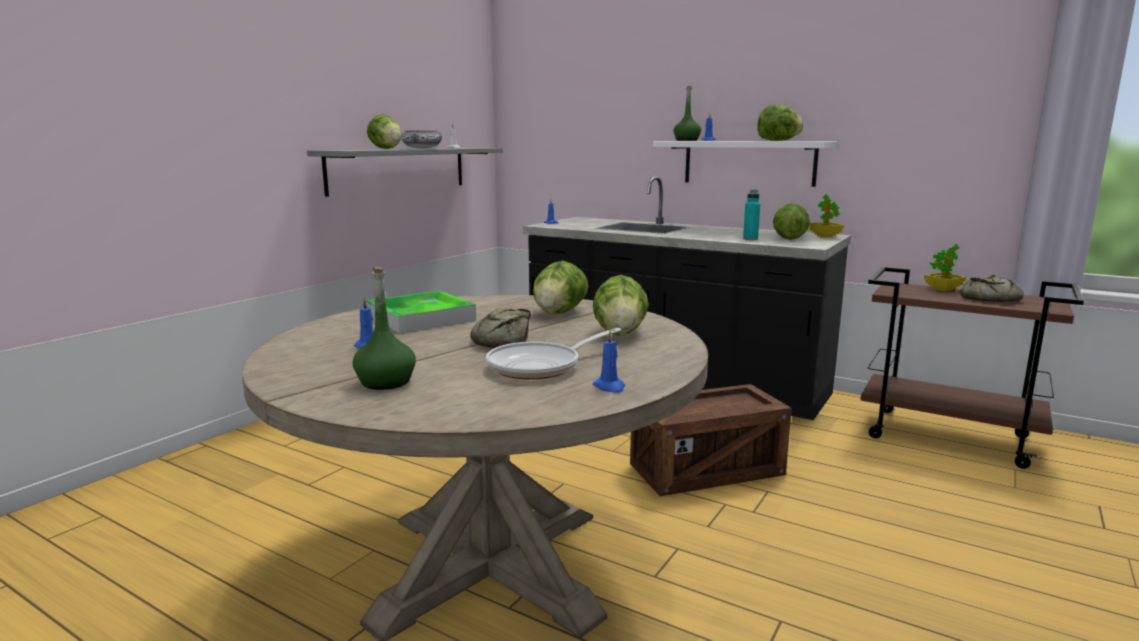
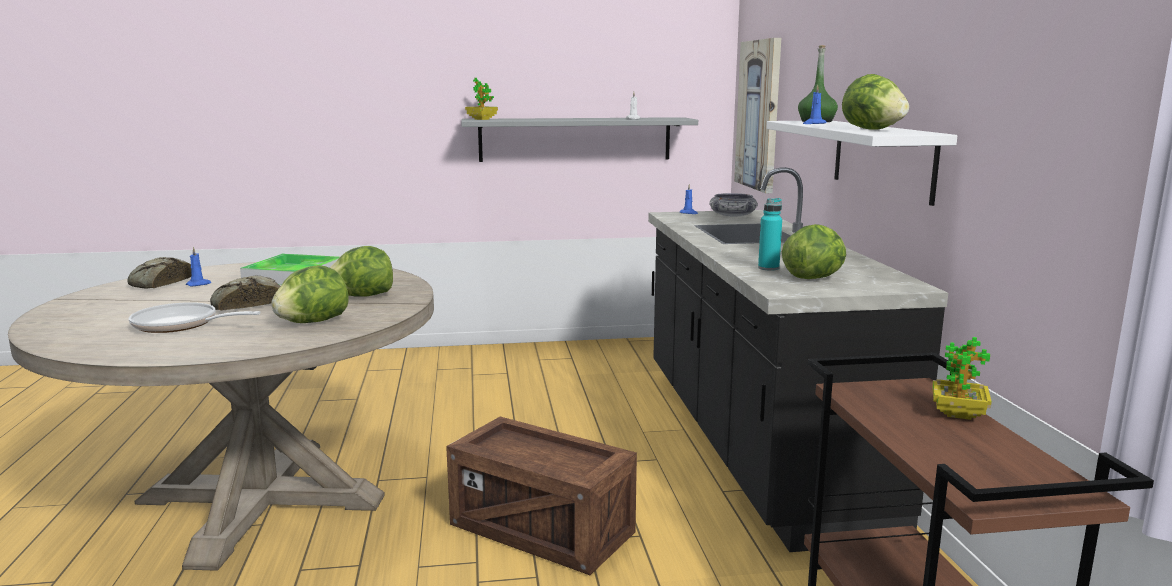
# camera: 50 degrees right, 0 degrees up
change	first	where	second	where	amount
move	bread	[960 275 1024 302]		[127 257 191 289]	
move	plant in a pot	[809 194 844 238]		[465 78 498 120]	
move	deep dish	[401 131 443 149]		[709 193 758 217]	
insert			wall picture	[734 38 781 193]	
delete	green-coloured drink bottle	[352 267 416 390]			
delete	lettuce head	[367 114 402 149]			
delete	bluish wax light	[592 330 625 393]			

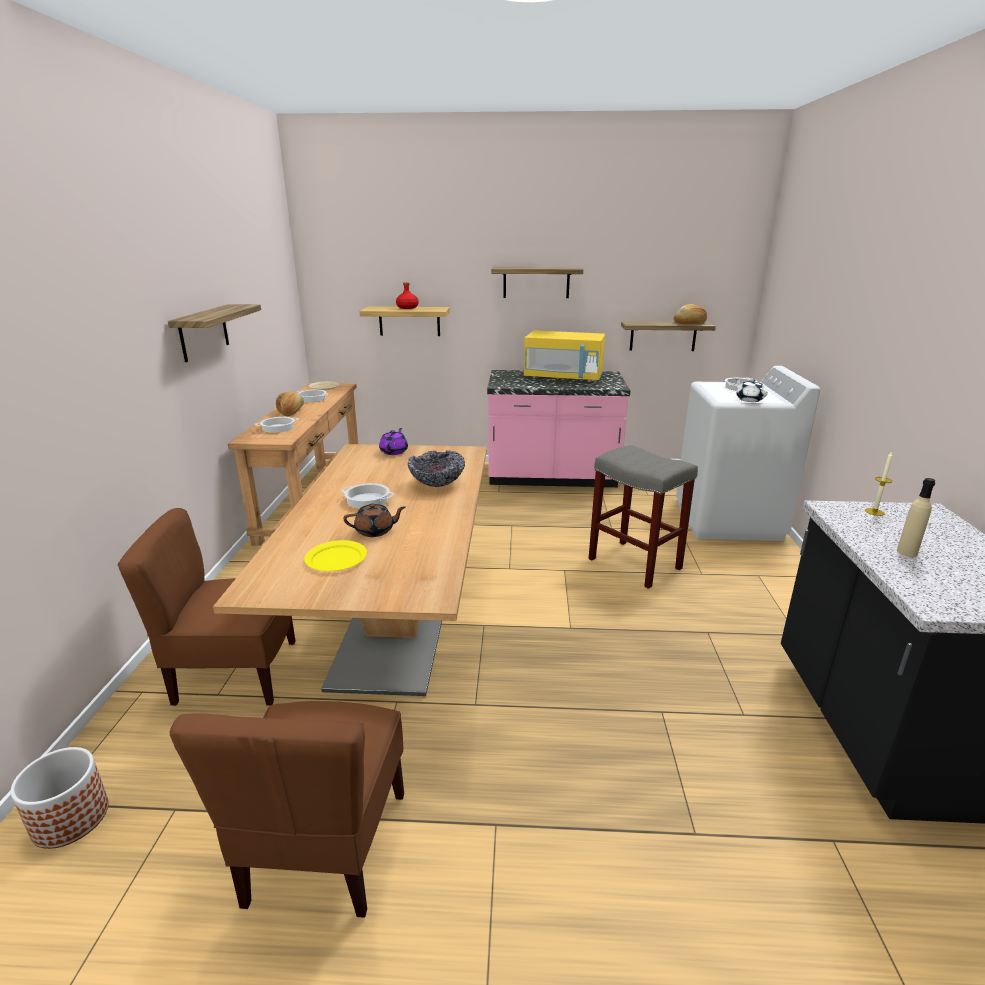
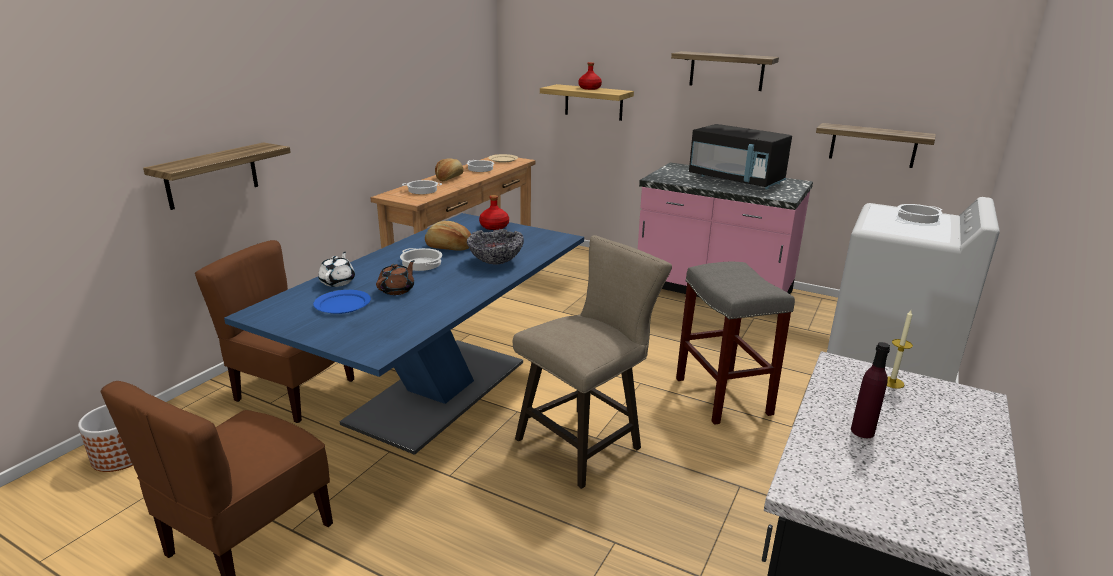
# camera: 25 degrees right, 0 degrees up
change	first	where	second	where	amount
move	wall shelf	[168 304 261 362]		[143 142 291 210]	
recolor	sand-coloured dining table	[213 444 487 696]	bluish dining table	[224 213 584 455]	
recolor	yellowish plate	[304 540 367 571]	bluish plate	[313 290 371 314]	
move	whitish pot for tea	[736 379 768 402]		[318 252 355 287]	
rotate	brownish pot for tea	[343 503 406 537]		[376 260 415 295]	75 degrees counterclockwise
move	bread	[674 304 707 324]		[425 221 472 250]	
replace	purple-coloured pot for tea	[379 428 408 455]	red-coloured drink bottle	[479 195 509 230]	
insert			sand-coloured stool seat	[513 235 672 489]	
recolor	yellowish microwave	[524 330 605 382]	black-coloured microwave	[689 124 792 189]	
recolor	sand-coloured drink bottle	[897 478 935 557]	purple-coloured drink bottle	[851 342 890 438]	

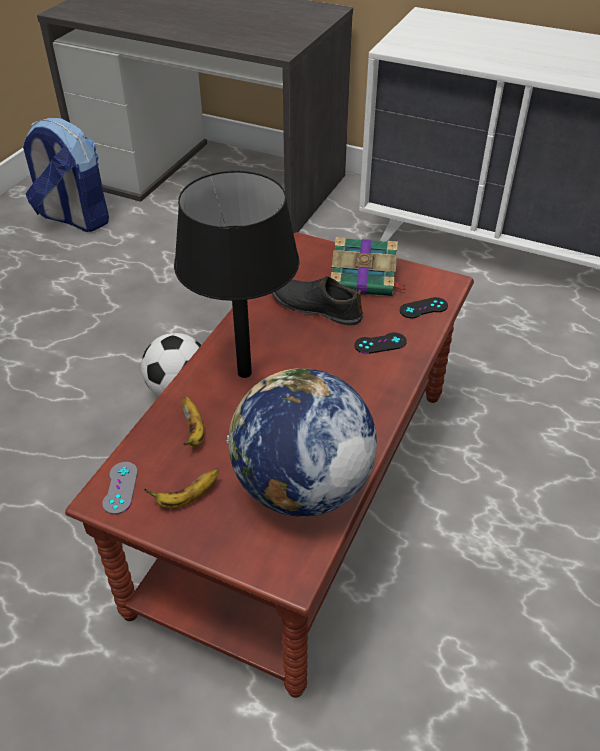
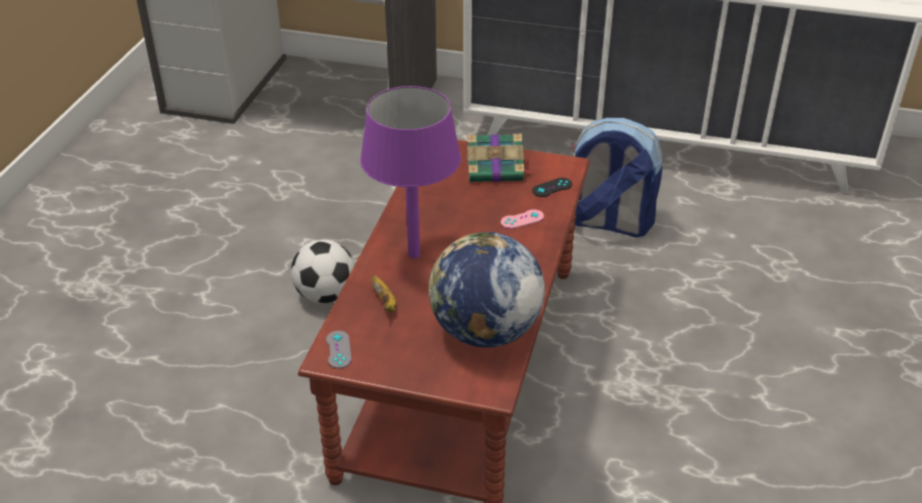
# camera: 10 degrees left, 5 degrees down
change	first	where	second	where	amount
recolor	black-coloured lamp for a table	[174 171 300 378]	purple-coloured lamp for a table	[360 86 461 258]	
recolor	black-coloured game controller	[354 333 407 354]	pink-coloured game controller	[501 209 544 229]	
move	knapsack	[23 118 109 232]		[571 118 662 237]	
delete	whole banana	[144 468 219 508]			
delete	black-coloured item of footwear	[272 276 363 325]			

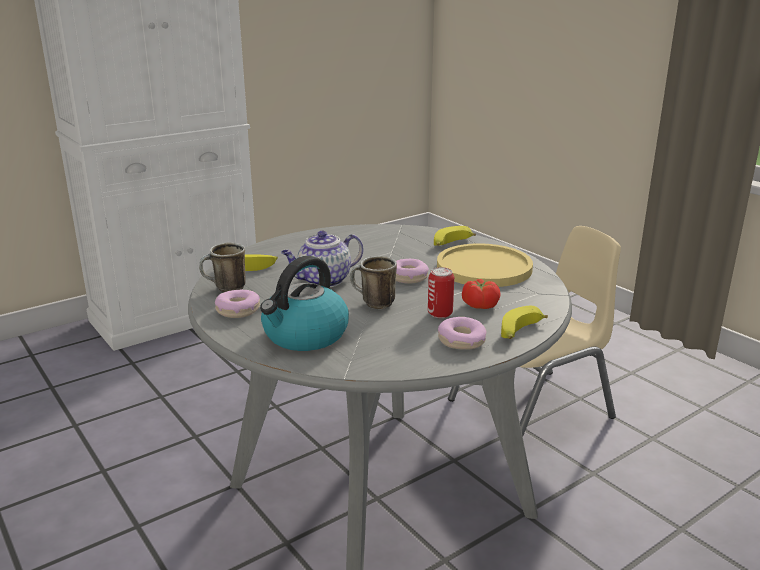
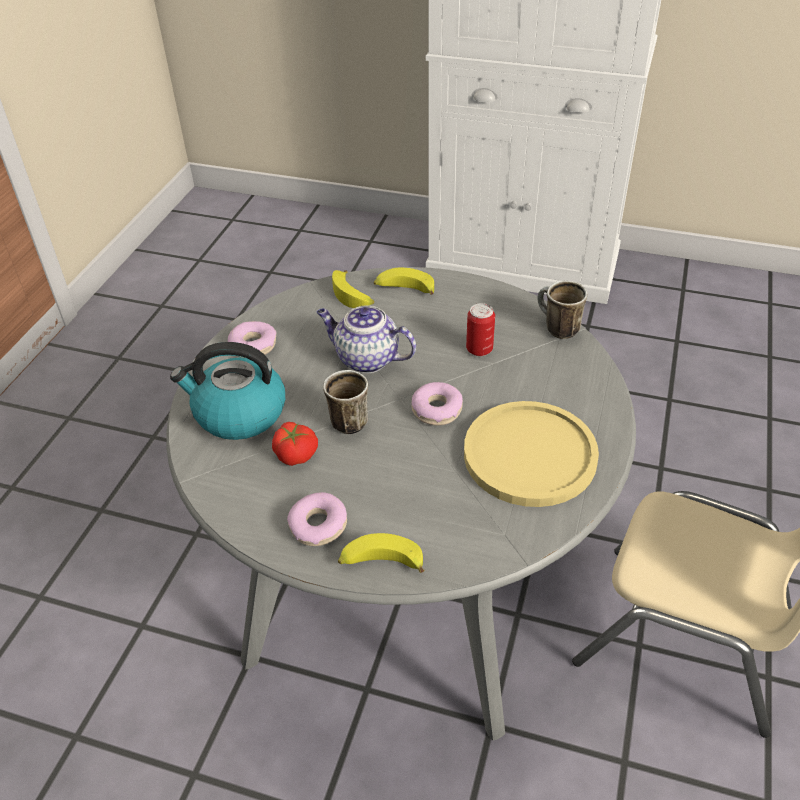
# camera: 55 degrees right, 20 degrees up
change	first	where	second	where	amount
move	whole tomato	[462 279 501 309]		[272 422 318 466]	
move	whole banana	[434 226 476 246]		[374 268 434 295]	
move	can	[428 267 454 318]		[466 303 495 356]	
move	coffee mug	[199 242 246 292]		[537 280 587 339]	

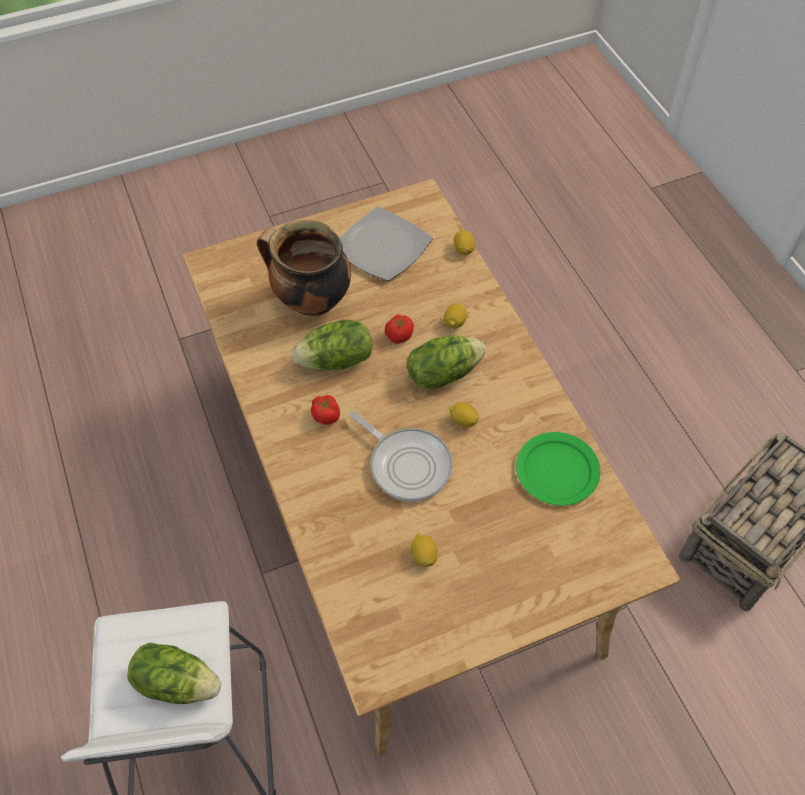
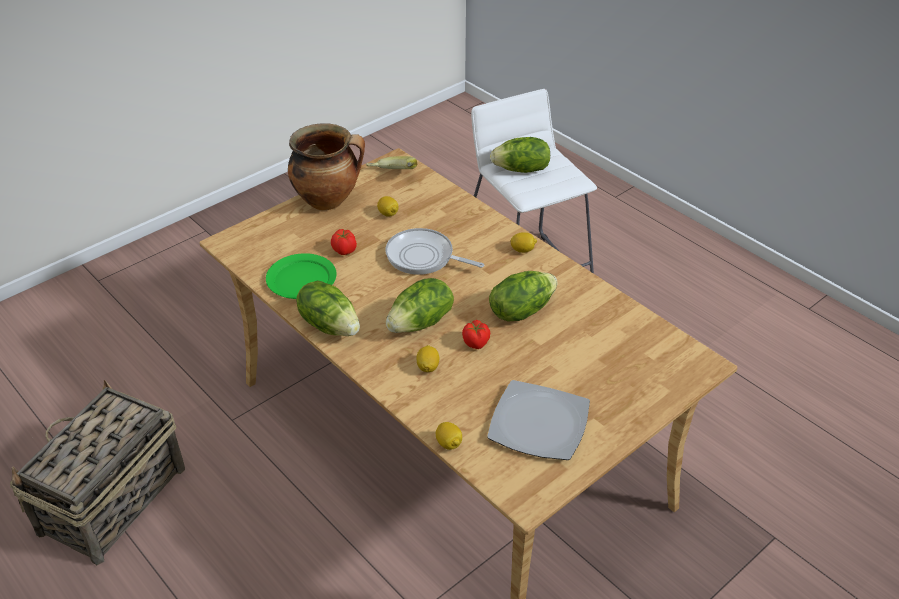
# camera: 160 degrees right, 15 degrees down
change	first	where	second	where	amount
move	stockpot	[257 220 351 316]		[288 123 365 210]	
insert			lettuce head	[296 280 360 336]	
move	whole tomato	[311 395 340 425]		[331 229 357 255]	
insert			whole banana	[366 156 417 169]	
move	lemon	[449 402 479 427]		[510 232 537 253]	

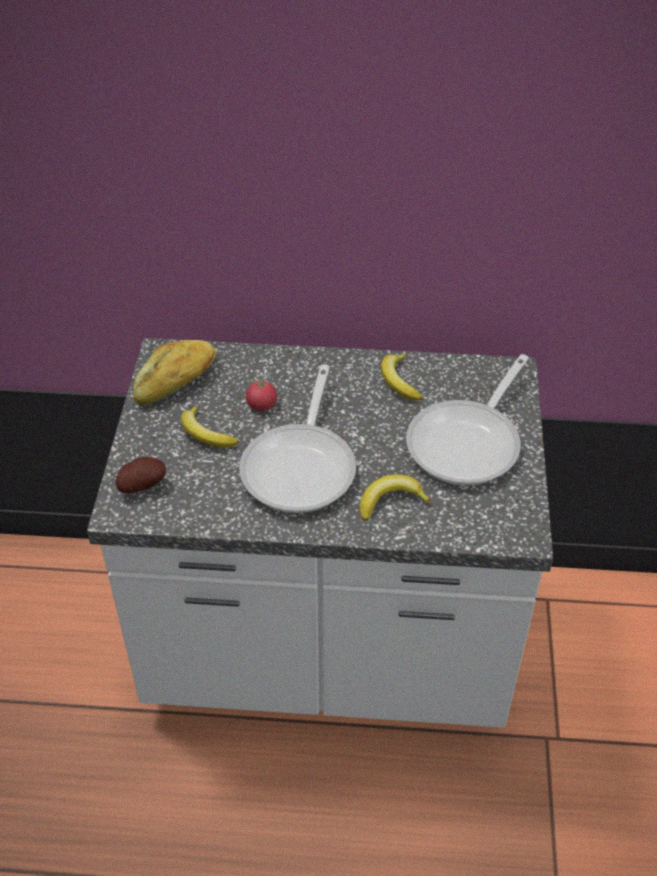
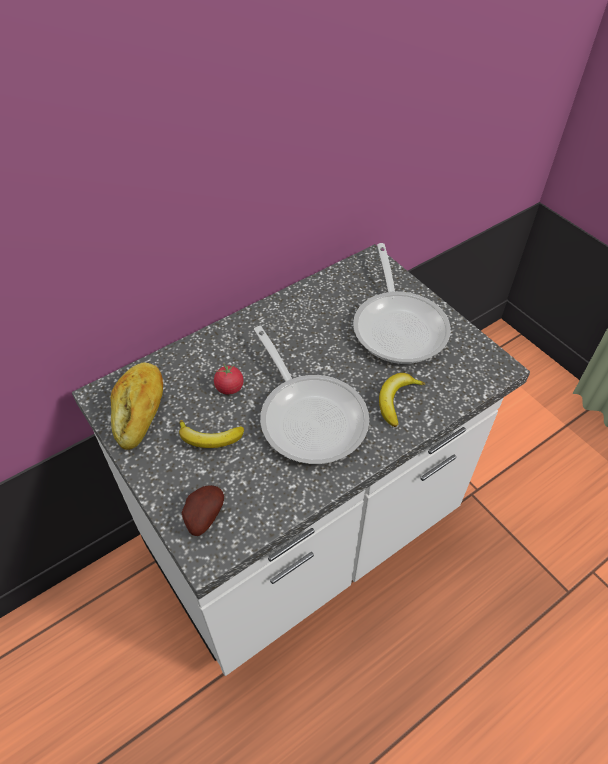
# camera: 40 degrees left, 5 degrees up
change	first	where	second	where	amount
delete	whole banana	[381 354 422 401]			

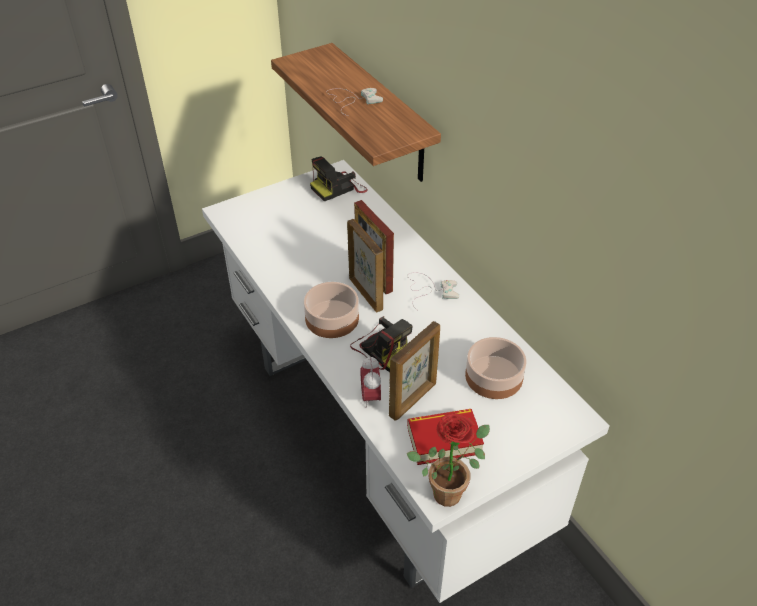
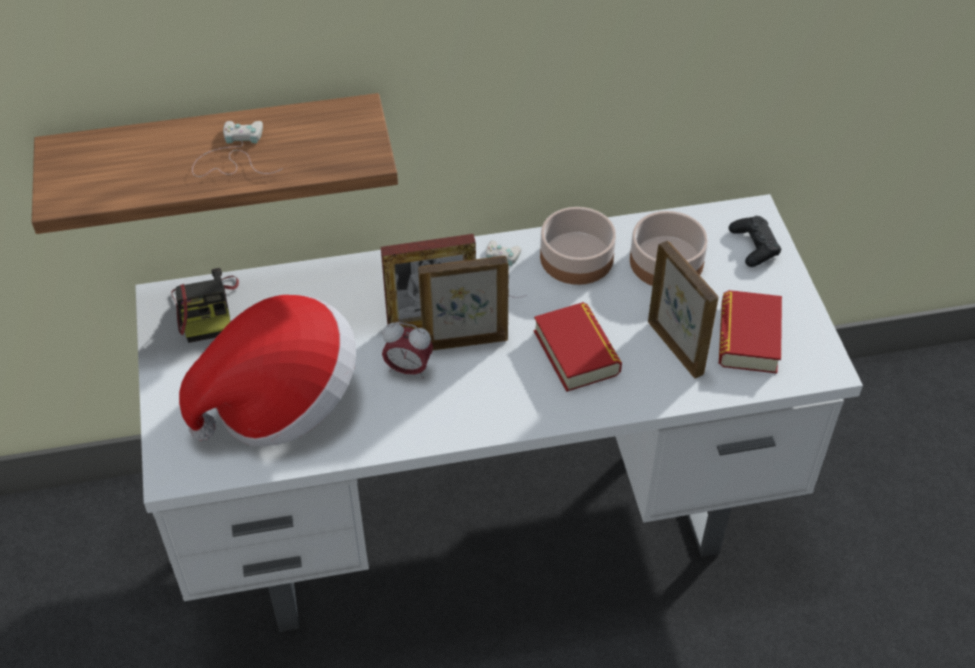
# camera: 70 degrees left, 5 degrees up
change	first	where	second	where	amount
insert			wearable hat	[179 295 356 447]	
move	table clock	[360 356 381 408]		[382 322 433 379]	
replace	still camera	[350 316 412 372]	volume	[534 302 622 392]	
move	deep dish	[304 282 359 338]		[540 207 616 285]	
insert			black-coloured game controller	[729 216 781 267]	
delete	plant in a pot	[407 413 490 507]			

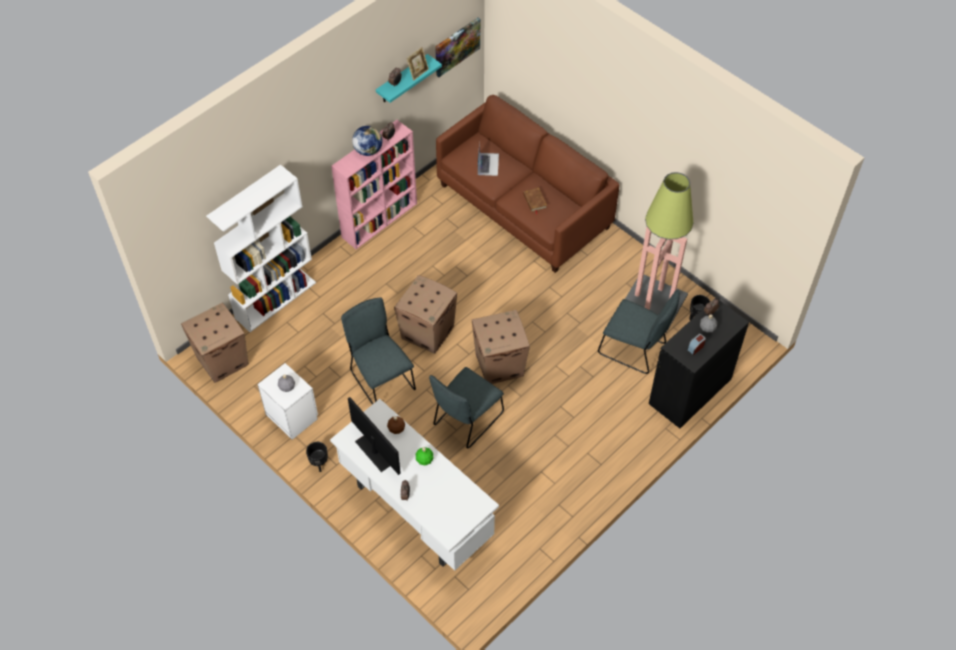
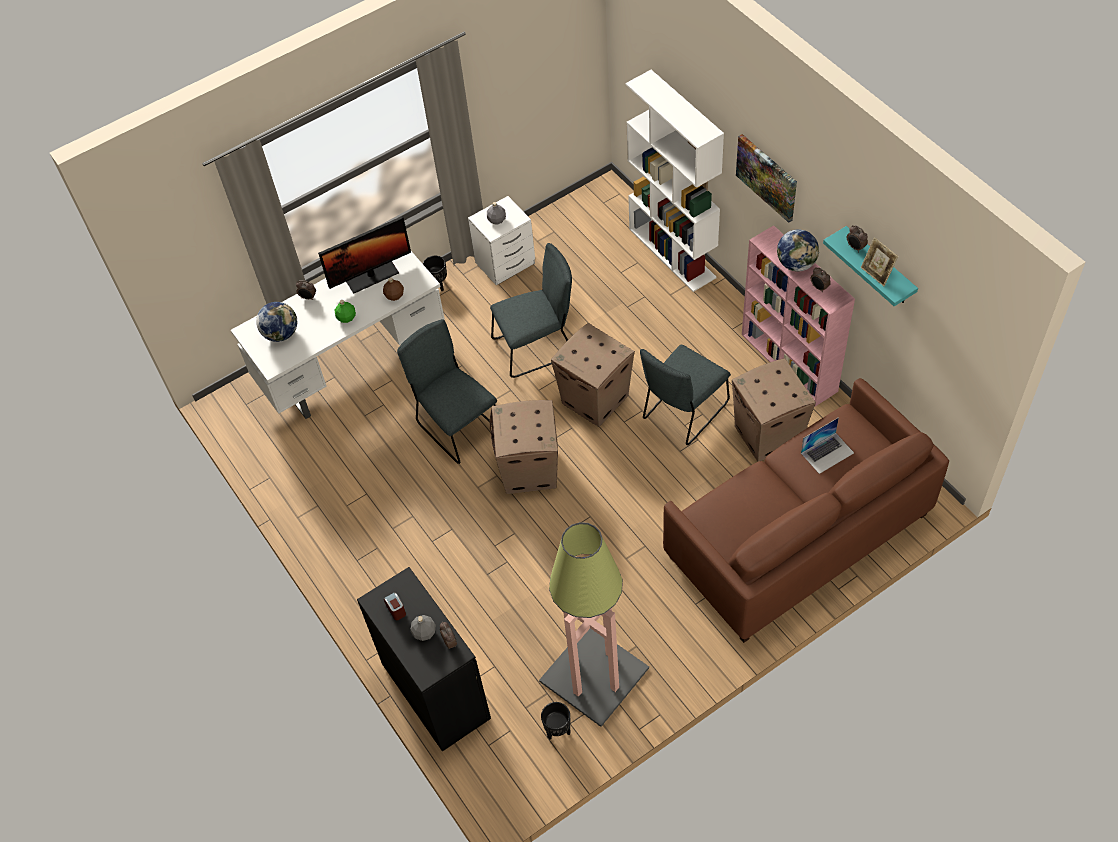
# camera: 105 degrees right, 0 degrees up
change	first	where	second	where	amount
insert			desk globe	[256 302 297 342]	
move	gray plain chair	[598 290 680 374]		[640 345 731 445]	
move	packing box	[181 302 249 383]		[732 358 816 461]	
move	wall picture	[435 17 480 77]		[736 134 797 223]	
rotate	notebook computer	[478 140 499 176]		[801 417 854 474]	45 degrees counterclockwise
delete	brownish volume	[523 187 547 215]			

